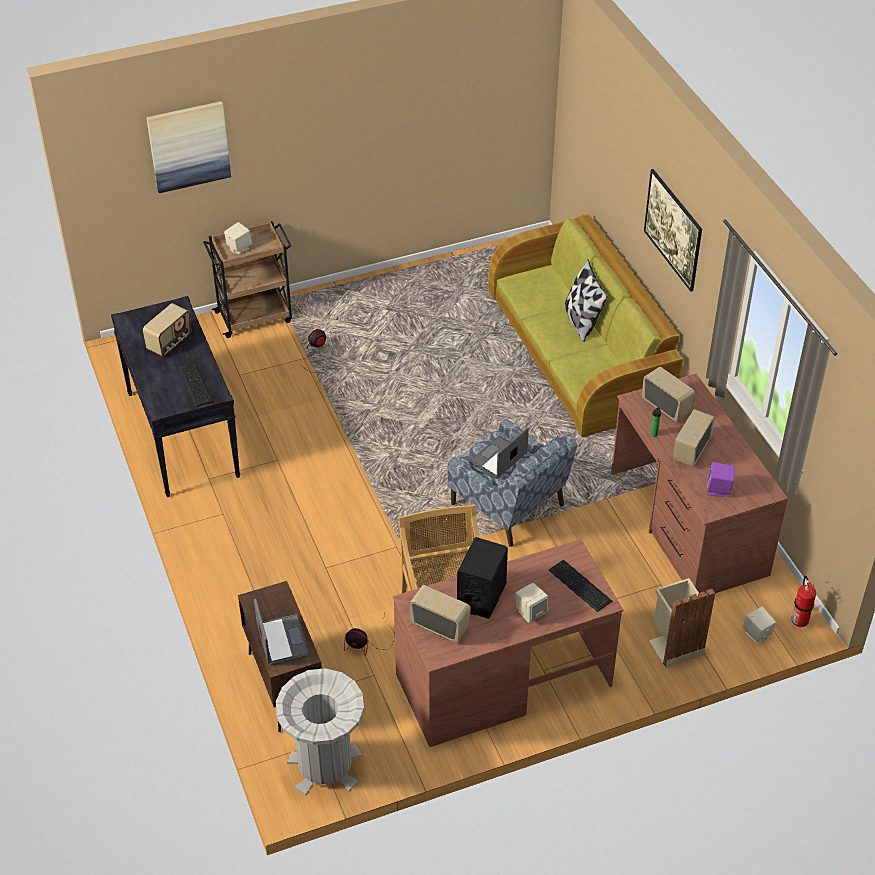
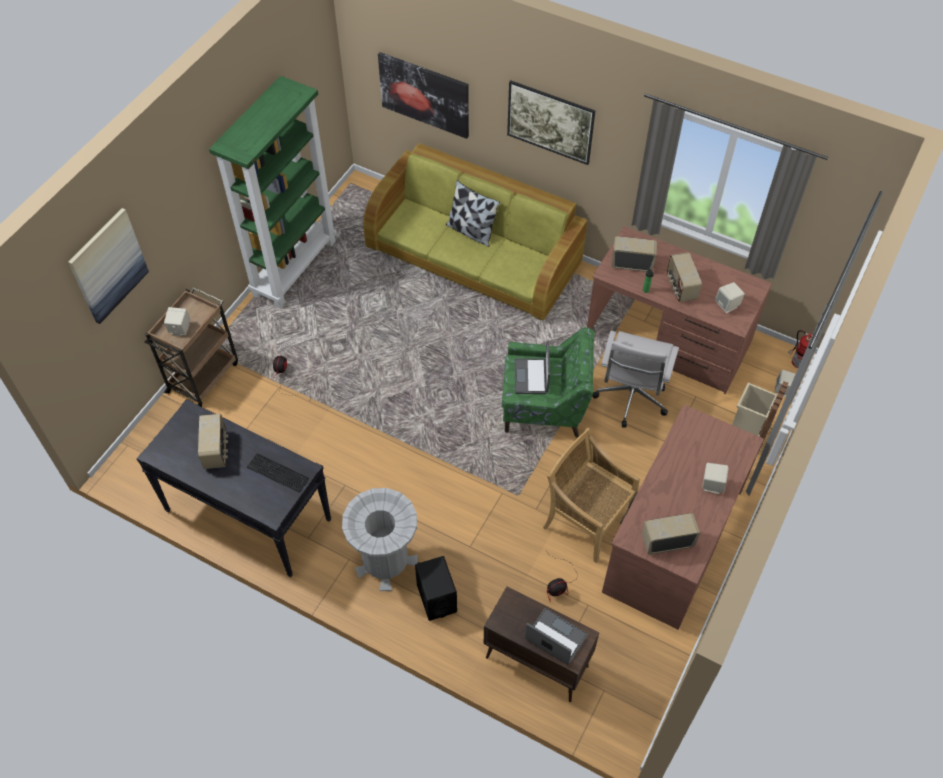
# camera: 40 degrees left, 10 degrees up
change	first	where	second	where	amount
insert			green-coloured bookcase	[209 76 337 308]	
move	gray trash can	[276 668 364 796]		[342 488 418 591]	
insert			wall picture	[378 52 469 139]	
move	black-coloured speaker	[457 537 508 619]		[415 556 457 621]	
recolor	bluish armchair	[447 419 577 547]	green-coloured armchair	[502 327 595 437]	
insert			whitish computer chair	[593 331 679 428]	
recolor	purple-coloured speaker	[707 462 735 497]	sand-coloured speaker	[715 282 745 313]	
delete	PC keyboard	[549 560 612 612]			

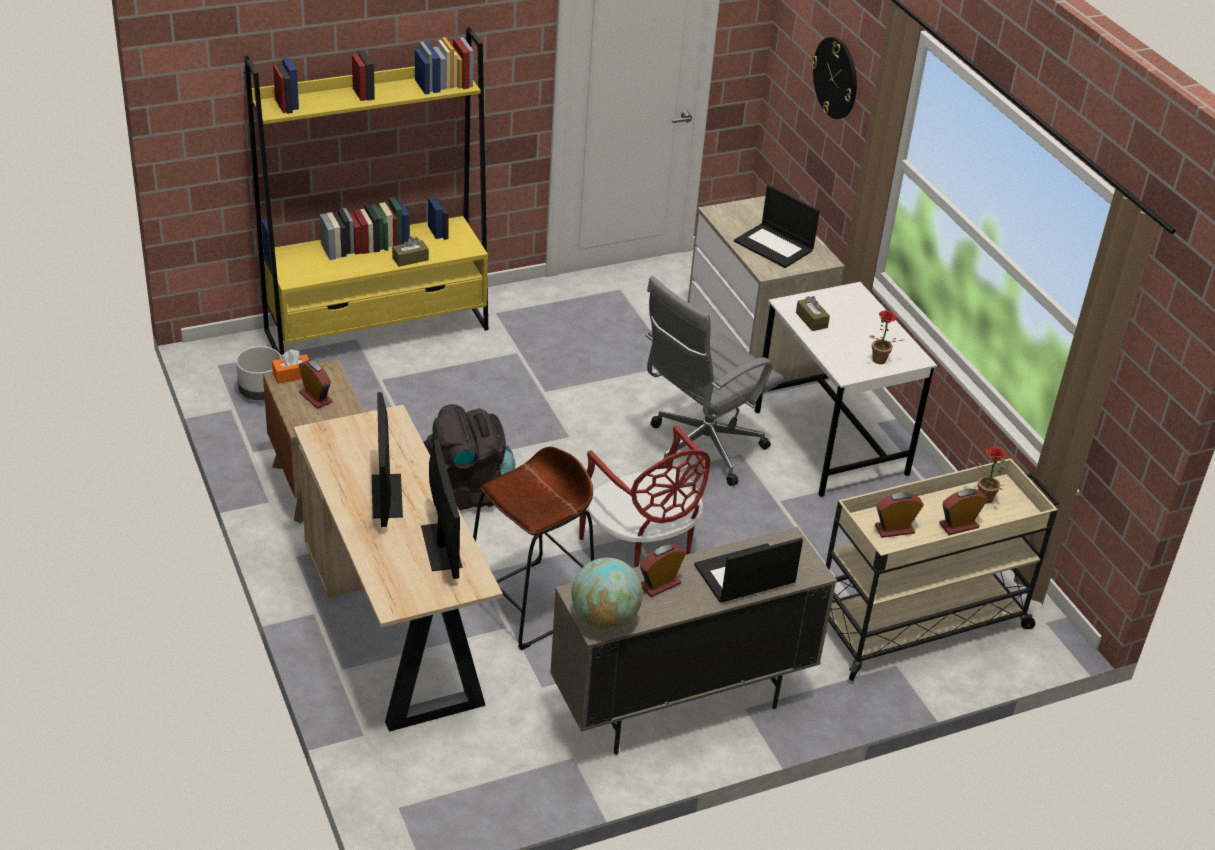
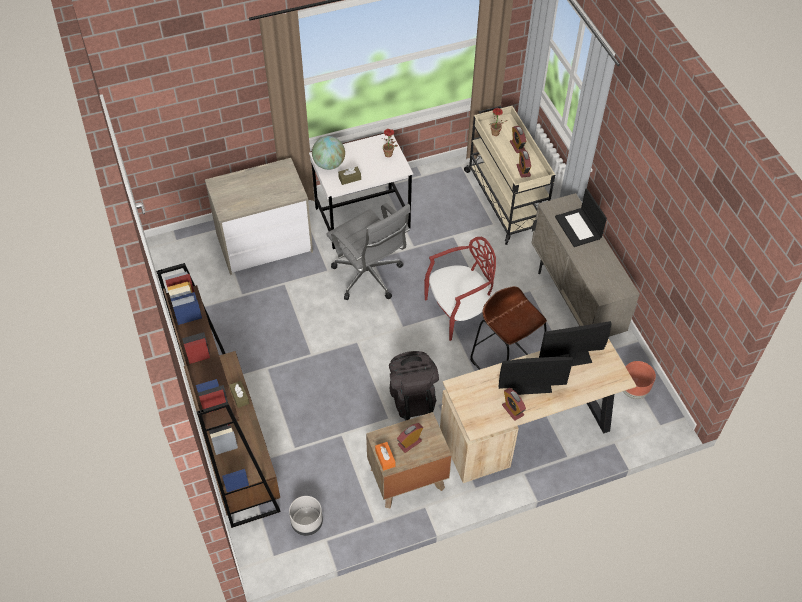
# camera: 85 degrees left, 15 degrees up
change	first	where	second	where	amount
recolor	yellowish bookcase	[244 27 488 359]	brownish bookcase	[156 263 281 528]	
move	desk globe	[572 558 643 629]		[312 136 345 170]	
move	table clock	[640 544 686 597]		[502 388 526 421]	
insert			brownish planter	[623 361 656 399]	
delete	notebook computer	[734 185 820 268]			
delete	wall clock	[811 37 857 119]			

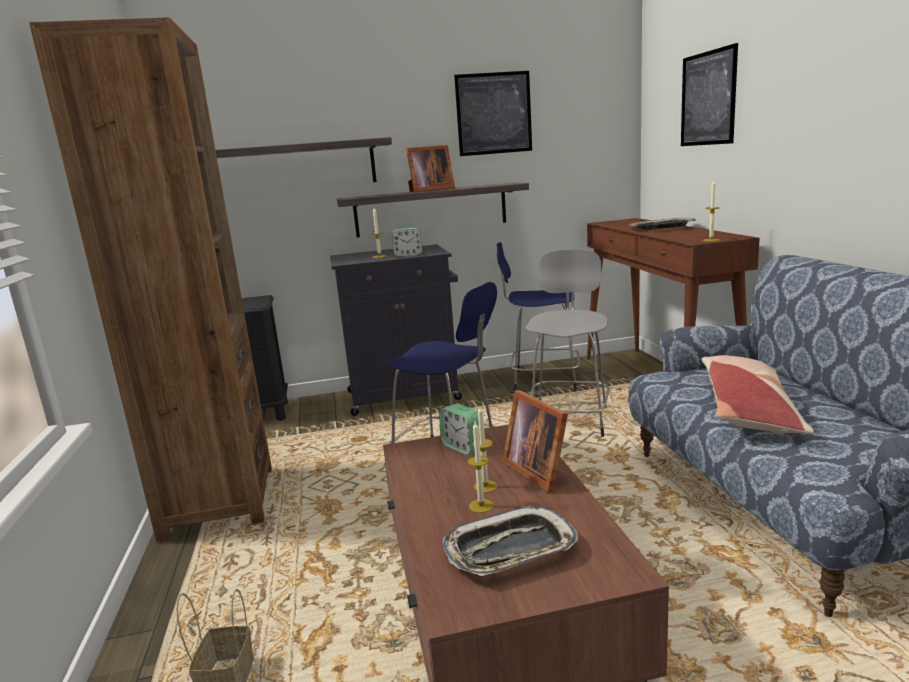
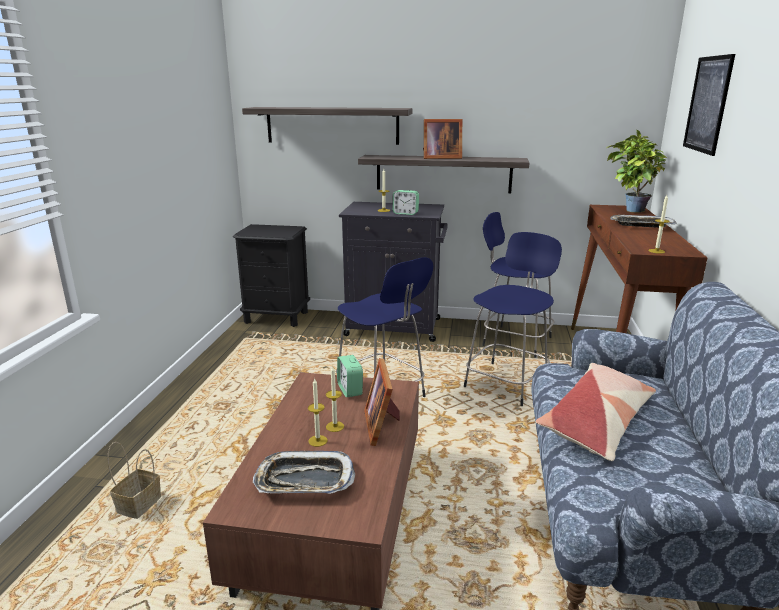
# camera: 20 degrees right, 5 degrees up
change	first	where	second	where	amount
recolor	gray stool seat	[526 249 610 437]	bluish stool seat	[464 232 562 406]	
insert			plant in a pot	[606 130 667 212]	
delete	brownish bookcase	[29 17 272 543]			
delete	wall picture	[454 71 532 156]			

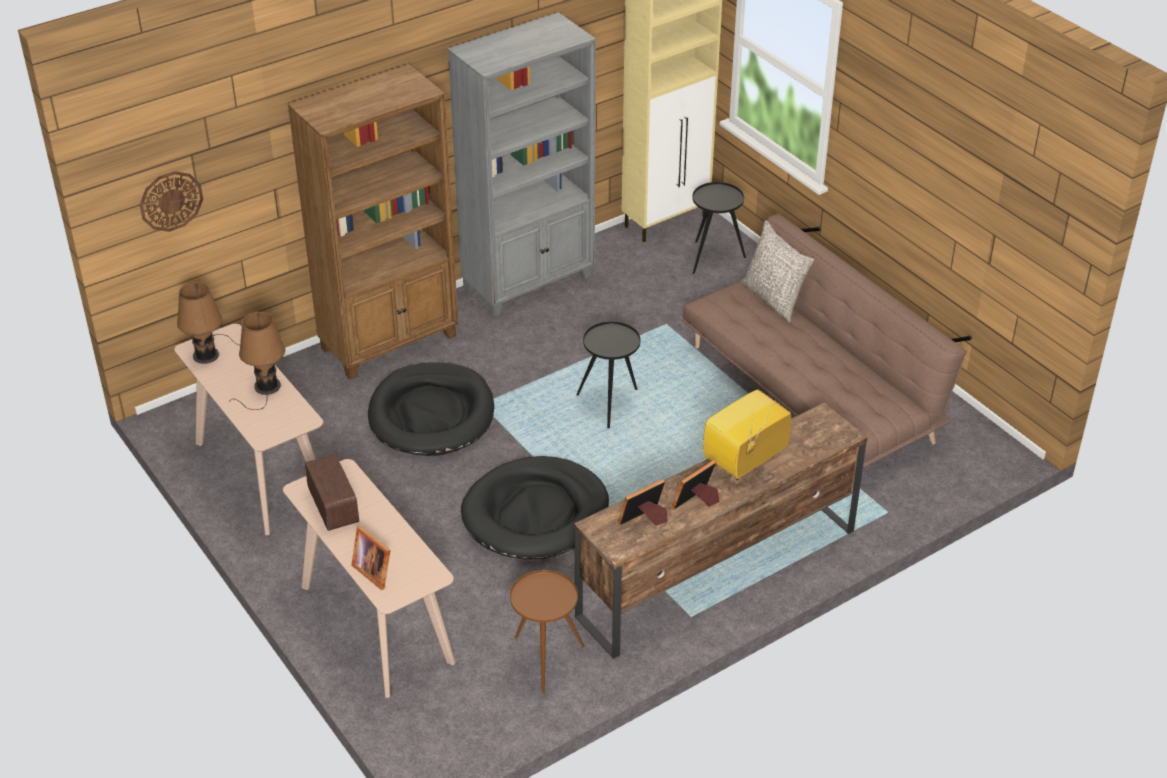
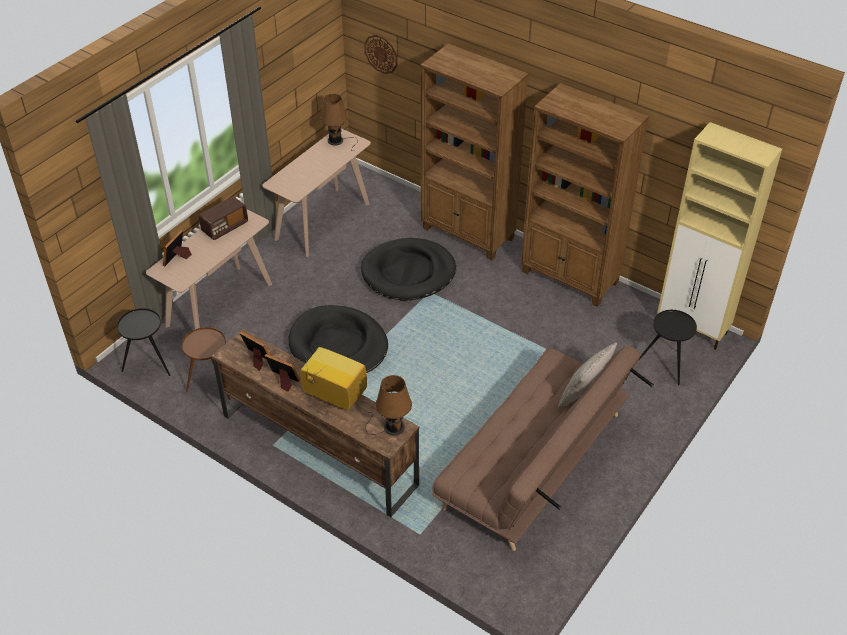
# camera: 70 degrees right, 5 degrees up
change	first	where	second	where	amount
move	black-coloured end table	[576 321 641 428]		[117 308 170 376]	
move	brownish lamp for a table	[229 312 285 410]		[365 375 412 436]	
recolor	gray bookcase	[448 12 596 316]	brownish bookcase	[521 83 649 307]	

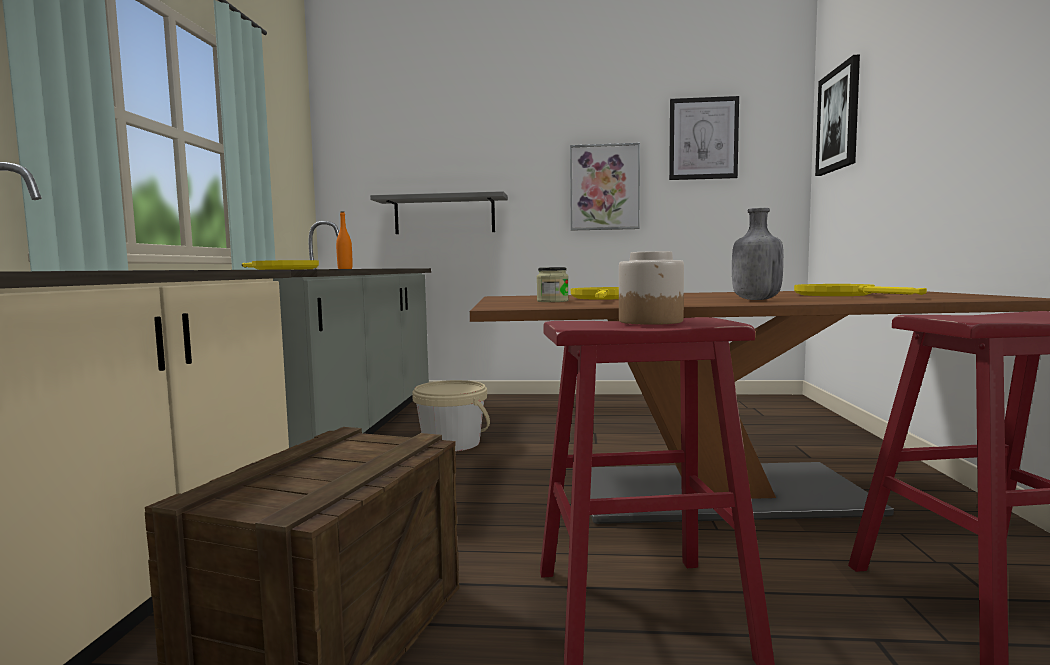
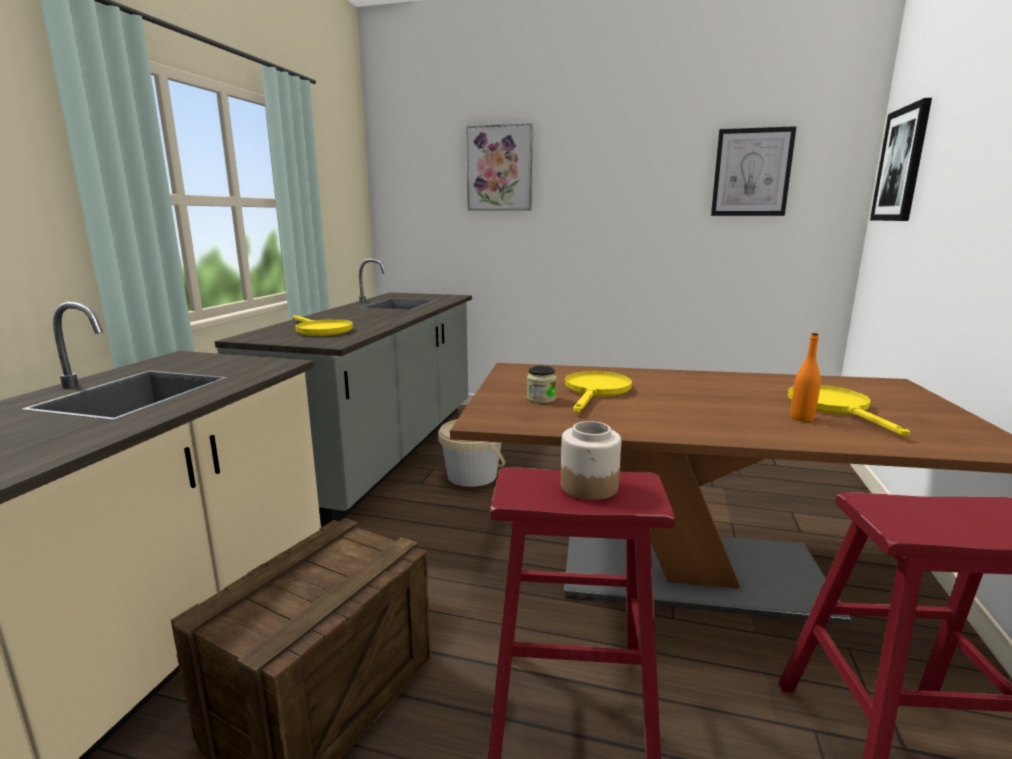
# camera: 10 degrees right, 10 degrees up
change	first	where	second	where	amount
move	wall picture	[570 143 640 231]		[466 123 533 211]	
move	orangey drink bottle	[336 211 353 269]		[790 333 821 422]	
delete	gray wall shelf	[370 191 508 234]			
delete	gray drink bottle	[732 208 784 300]			

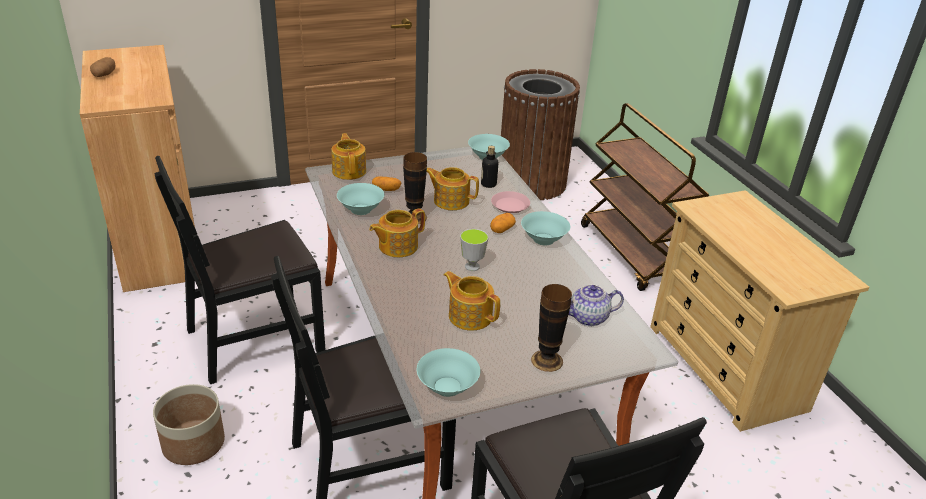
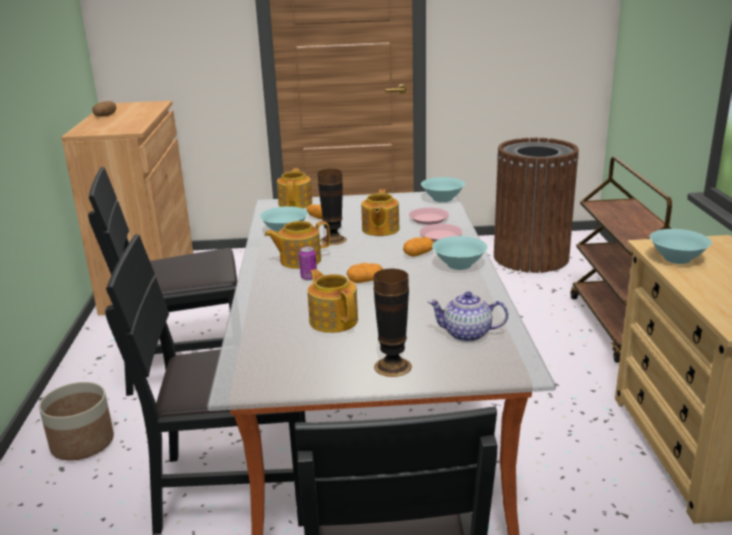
# camera: 20 degrees right, 10 degrees down
change	first	where	second	where	amount
insert			can	[299 246 317 280]	
replace	drinking cup	[460 229 489 271]	whole potato	[347 263 383 283]	
rotate	pot for tea	[427 167 479 210]		[361 189 400 236]	120 degrees counterclockwise
replace	drink bottle	[481 146 498 188]	pink-coloured plate	[409 208 449 225]	
move	blue-green deep dish	[417 348 480 397]		[650 229 712 264]	

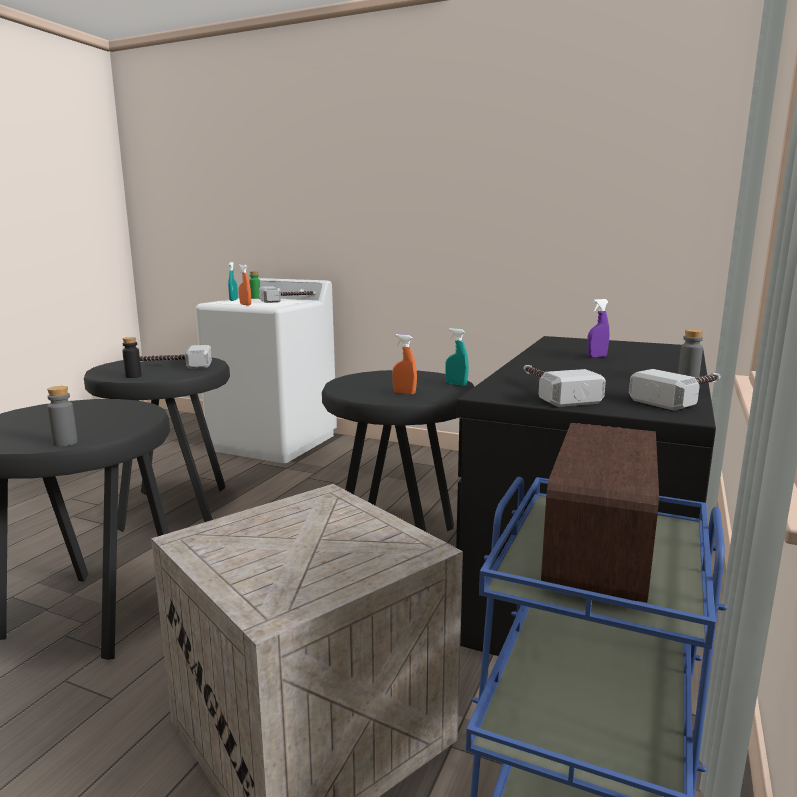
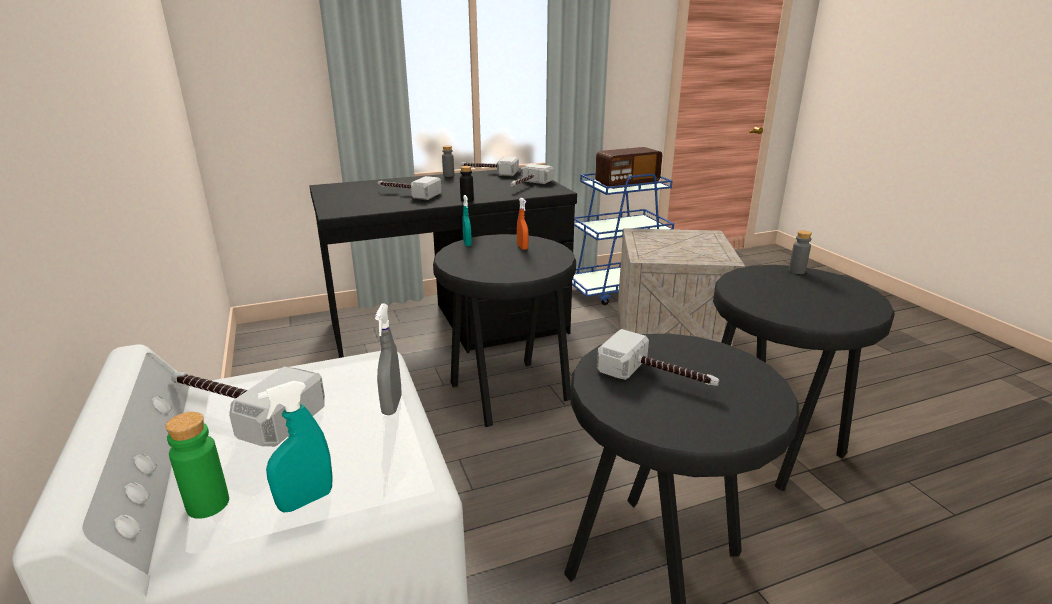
# camera: 135 degrees left, 10 degrees up
change	first	where	second	where	amount
recolor	orangey spray bottle	[239 264 251 305]	gray spray bottle	[375 304 402 415]	
replace	purple-coloured spray bottle	[587 299 609 358]	hammer	[378 176 442 200]	
move	black-coloured drink bottle	[122 337 142 378]		[460 166 474 202]	

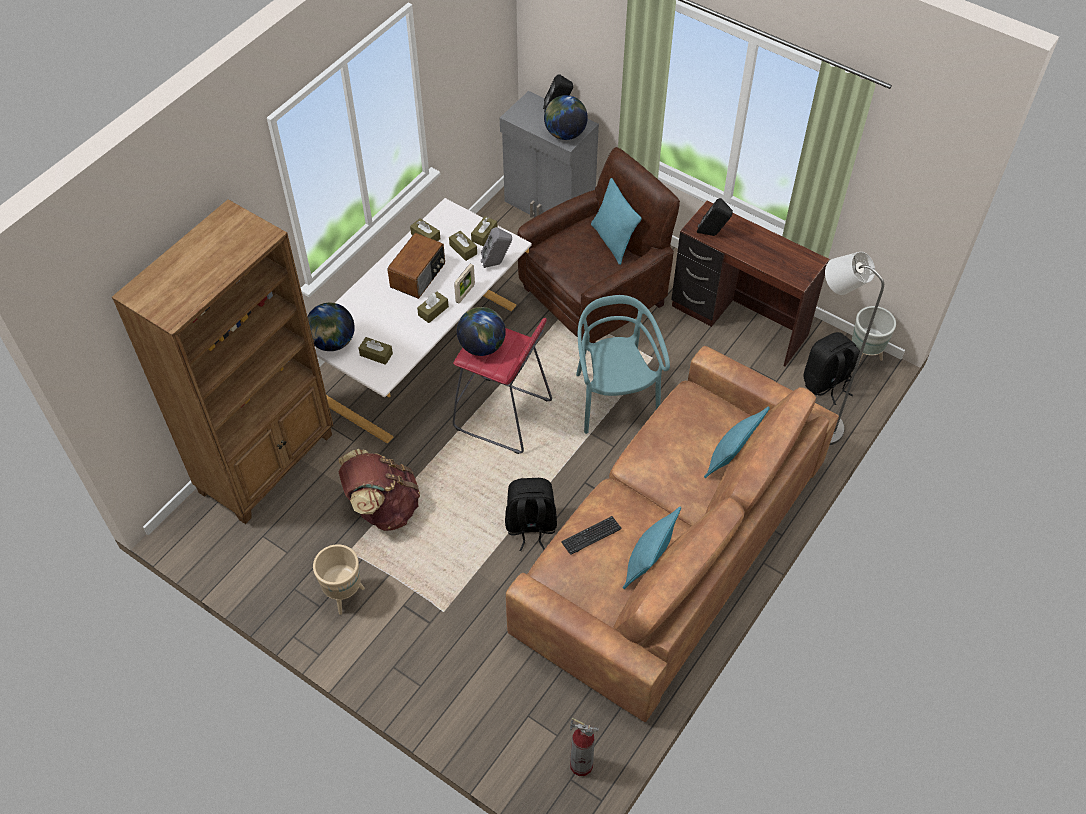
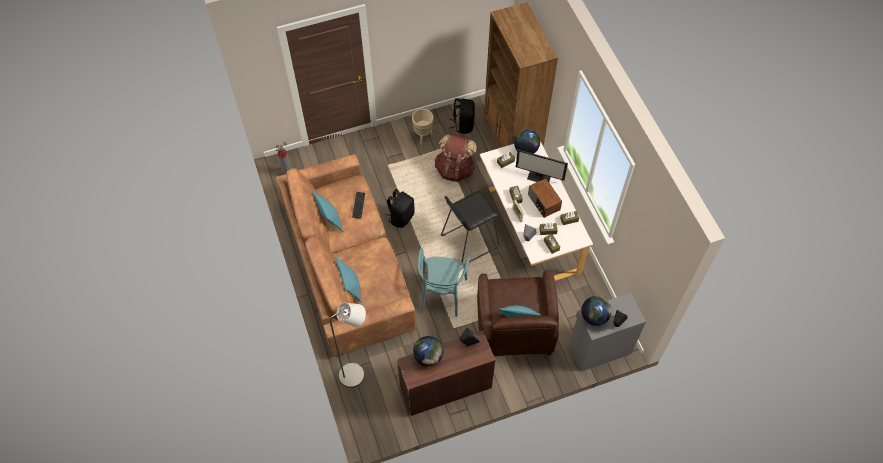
# camera: 125 degrees right, 5 degrees up
change	first	where	second	where	amount
move	desk globe	[457 307 506 356]		[413 336 443 367]	
rotate	blue-green plain chair	[576 295 670 434]		[418 248 470 317]	75 degrees clockwise
recolor	red-coloured stool seat	[453 318 552 454]	black-coloured stool seat	[441 190 499 263]	
move	black-coloured knapsack	[804 332 860 405]		[449 98 475 134]	
insert			computer display	[516 149 568 182]	
delete	gray planter	[852 306 896 363]			

